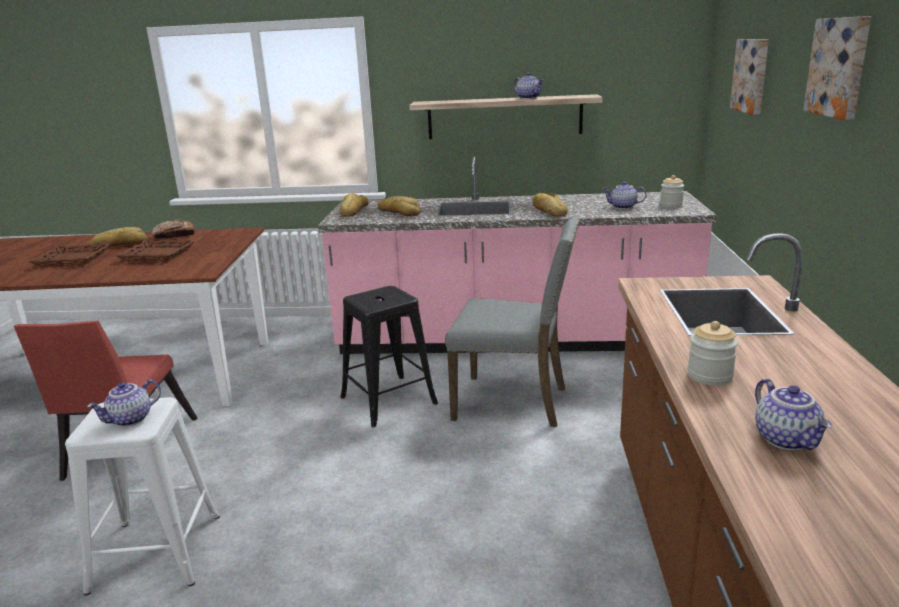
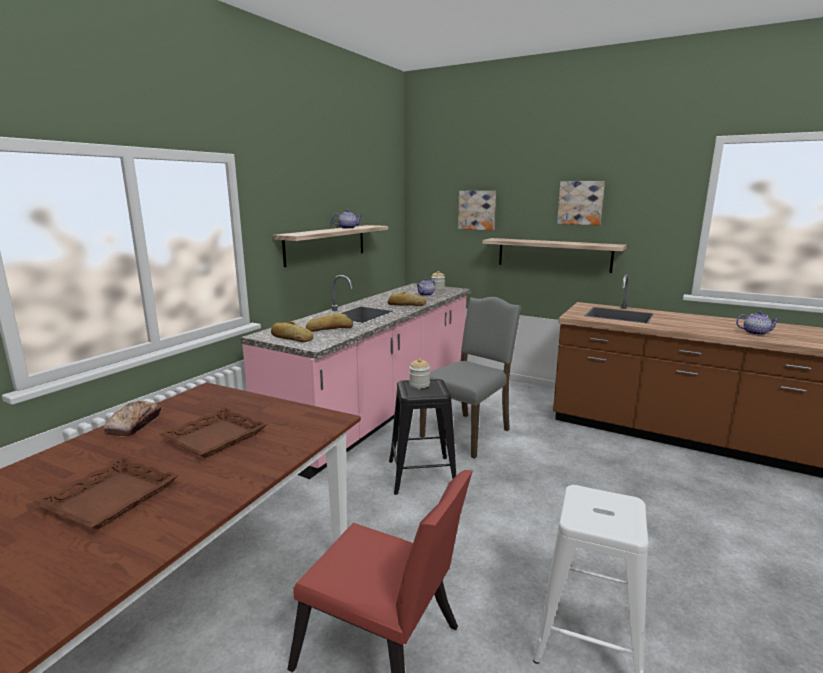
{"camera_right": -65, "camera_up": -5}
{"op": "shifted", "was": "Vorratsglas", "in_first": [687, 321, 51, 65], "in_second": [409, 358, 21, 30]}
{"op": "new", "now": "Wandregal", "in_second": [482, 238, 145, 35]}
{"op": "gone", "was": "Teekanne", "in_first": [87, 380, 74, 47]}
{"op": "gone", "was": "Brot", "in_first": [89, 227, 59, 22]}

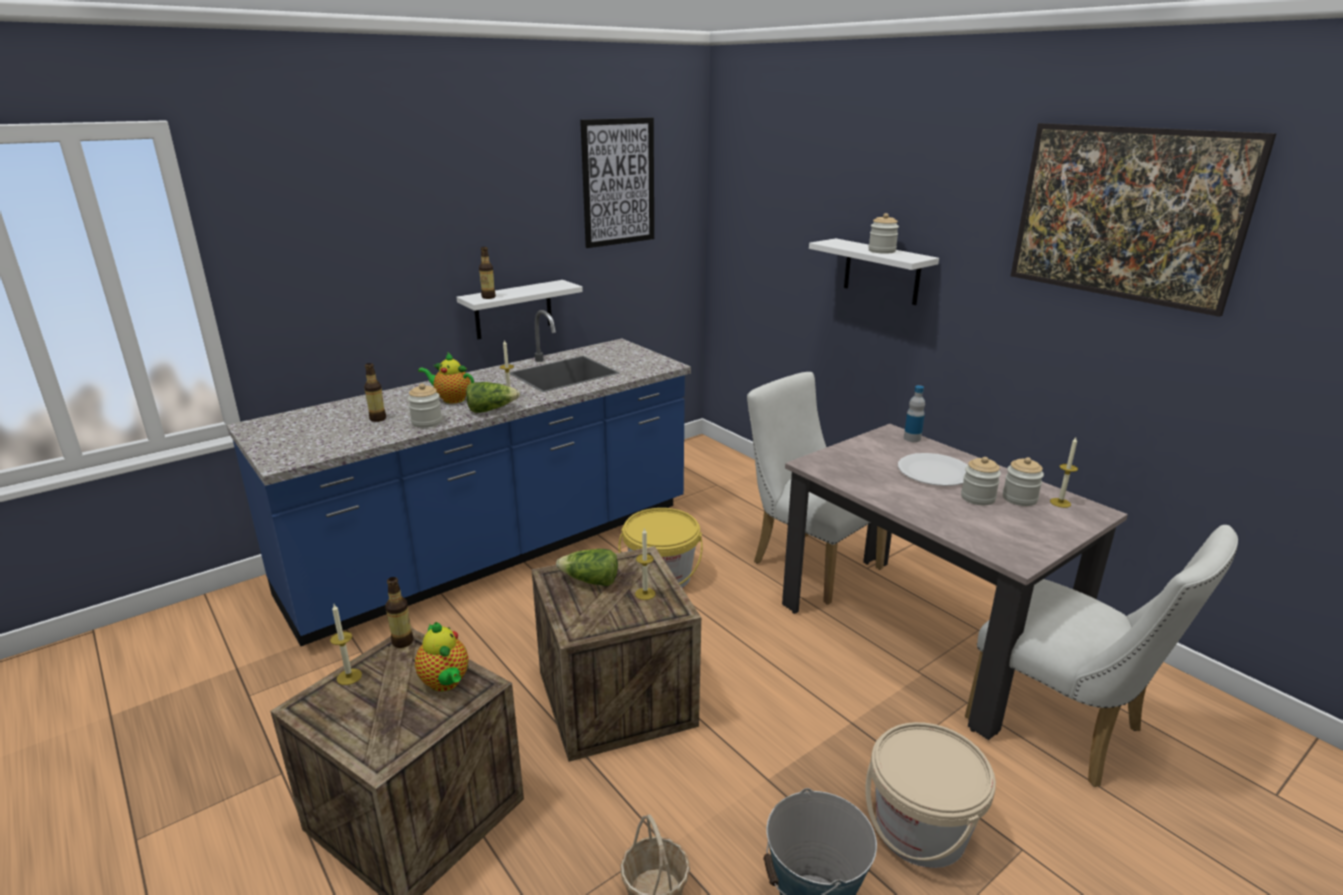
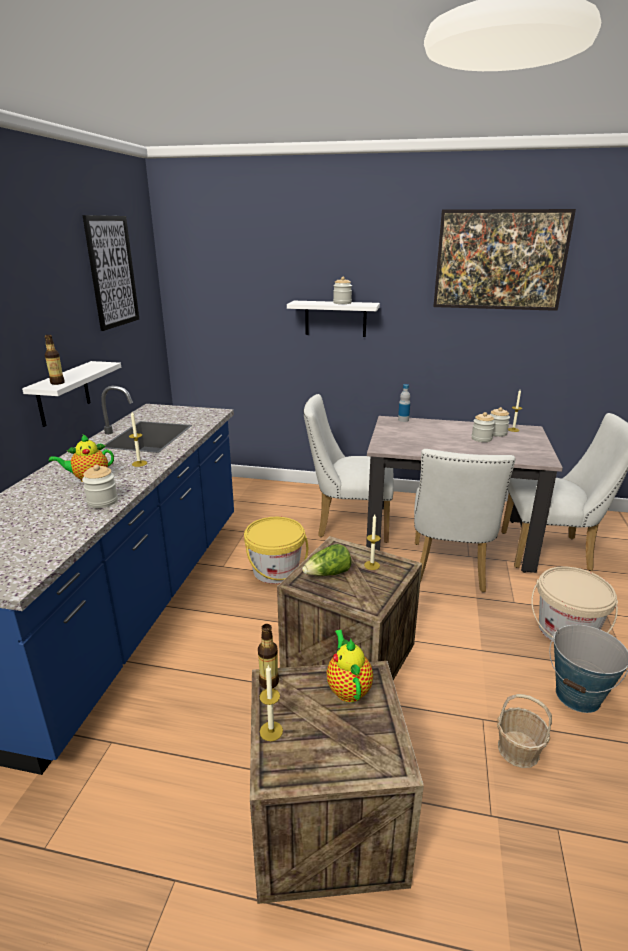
{"camera_right": -40, "camera_up": 0}
{"op": "rotated", "was": "Teekanne", "in_first": [415, 622, 54, 70], "in_second": [326, 630, 47, 72], "clockwise": -120}
{"op": "new", "now": "Stuhl/weiß", "in_second": [414, 449, 102, 143]}
{"op": "gone", "was": "Flasche", "in_first": [364, 363, 22, 59]}
{"op": "gone", "was": "Salatkopf", "in_first": [466, 382, 54, 31]}
{"op": "gone", "was": "Teller/weiß", "in_first": [898, 453, 69, 33]}

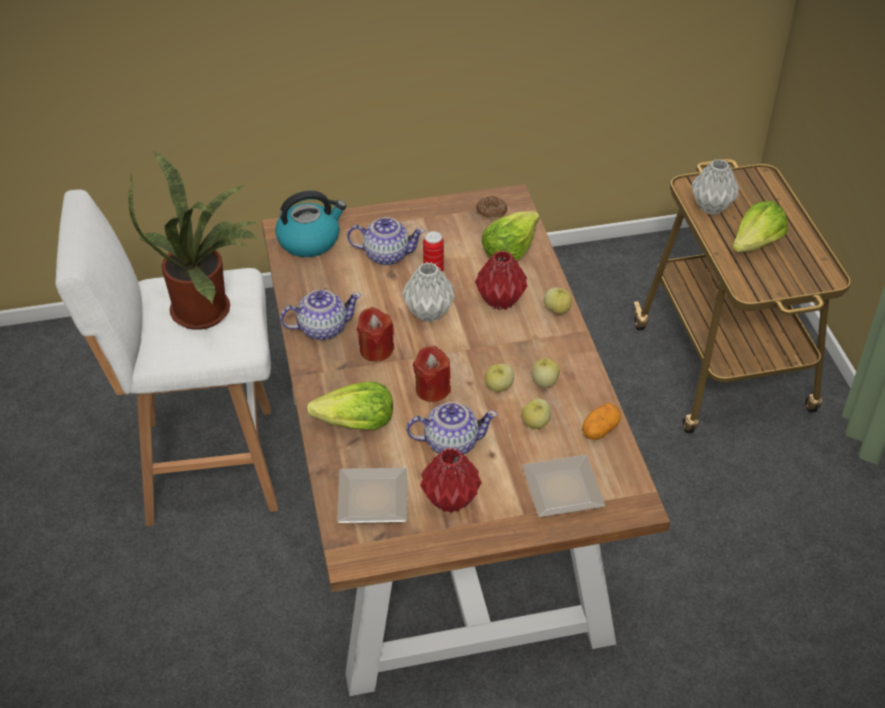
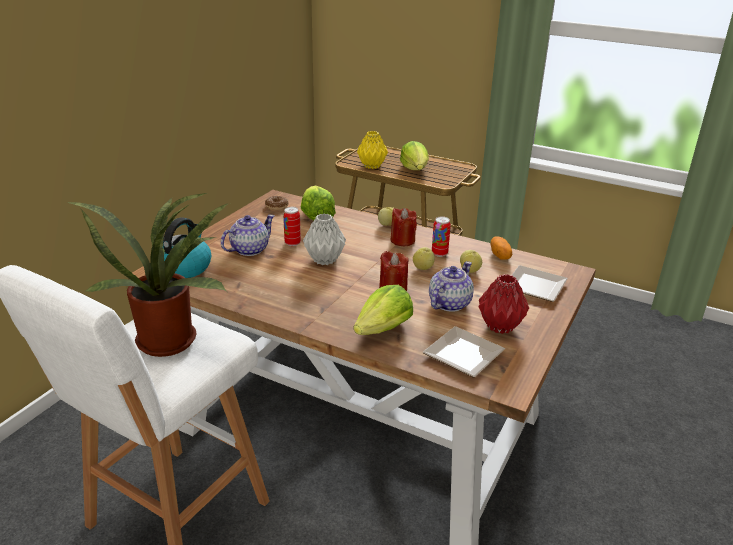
{"camera_right": -50, "camera_up": -15}
{"op": "repainted", "was": "Vase/grau", "now": "Vase/gelb", "in_first": [691, 159, 48, 56], "in_second": [357, 131, 31, 38]}
{"op": "shifted", "was": "Kerze/rot", "in_first": [357, 307, 37, 55], "in_second": [390, 208, 27, 38]}
{"op": "swapped", "was": "Apfel", "now": "Dose", "in_first": [532, 358, 28, 30], "in_second": [432, 216, 19, 41]}
{"op": "gone", "was": "Teekanne", "in_first": [280, 290, 81, 50]}
{"op": "gone", "was": "Vase/rot", "in_first": [475, 251, 52, 59]}

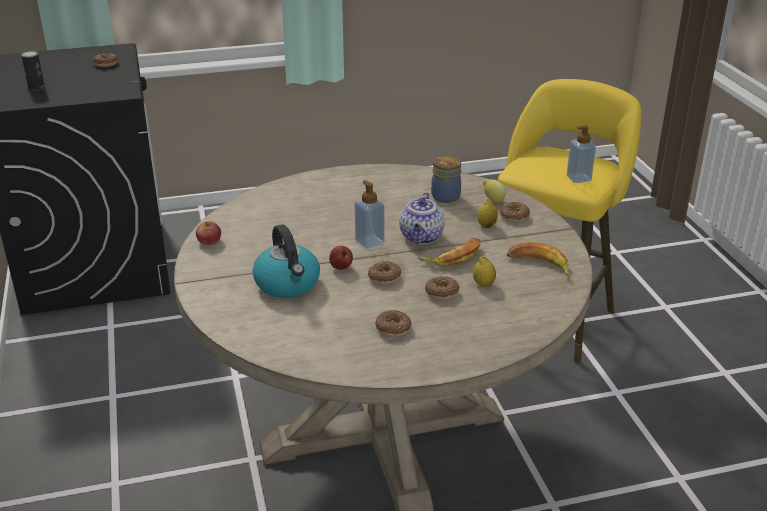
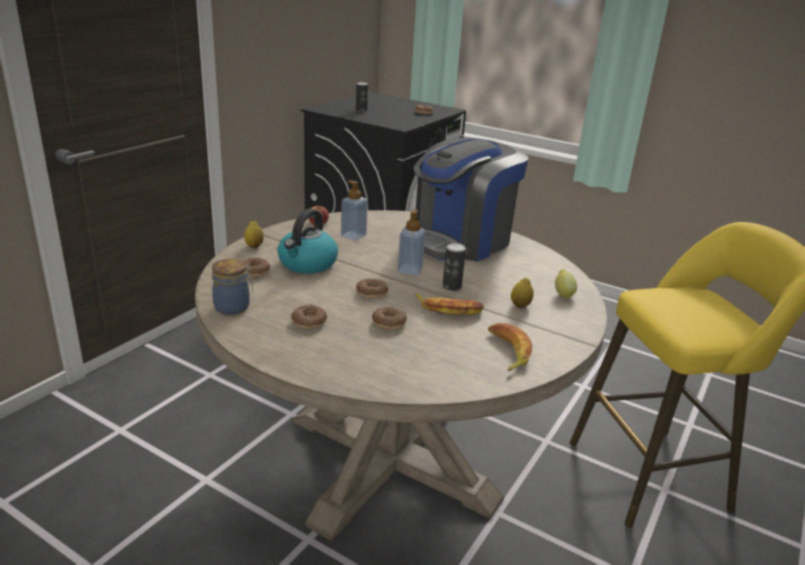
{"camera_right": 45, "camera_up": -5}
{"op": "shifted", "was": "Vorratsglas", "in_first": [431, 156, 30, 47], "in_second": [212, 259, 41, 56]}
{"op": "shifted", "was": "Donut", "in_first": [500, 202, 30, 20], "in_second": [243, 257, 27, 20]}
{"op": "shifted", "was": "Zitrone", "in_first": [473, 256, 23, 30], "in_second": [244, 221, 20, 27]}
{"op": "shifted", "was": "Seifenspender", "in_first": [567, 125, 29, 58], "in_second": [341, 180, 27, 61]}
{"op": "new", "now": "Kaffeemaschine", "in_second": [413, 138, 115, 124]}
{"op": "swapped", "was": "Teekanne", "now": "Dose", "in_first": [399, 192, 46, 52], "in_second": [443, 243, 23, 48]}
{"op": "gone", "was": "Apfel", "in_first": [329, 246, 24, 24]}

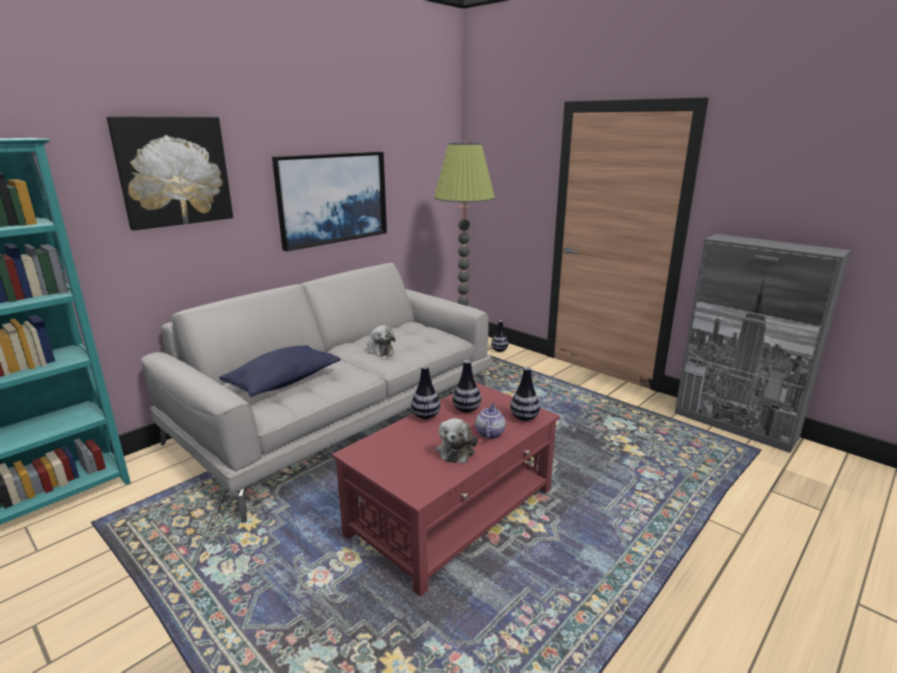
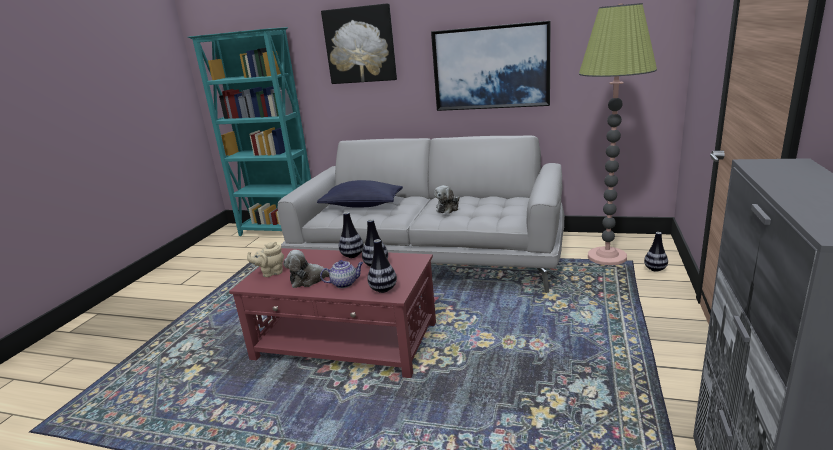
{"camera_right": 65, "camera_up": 0}
{"op": "new", "now": "Teekanne/beige", "in_second": [247, 242, 37, 35]}

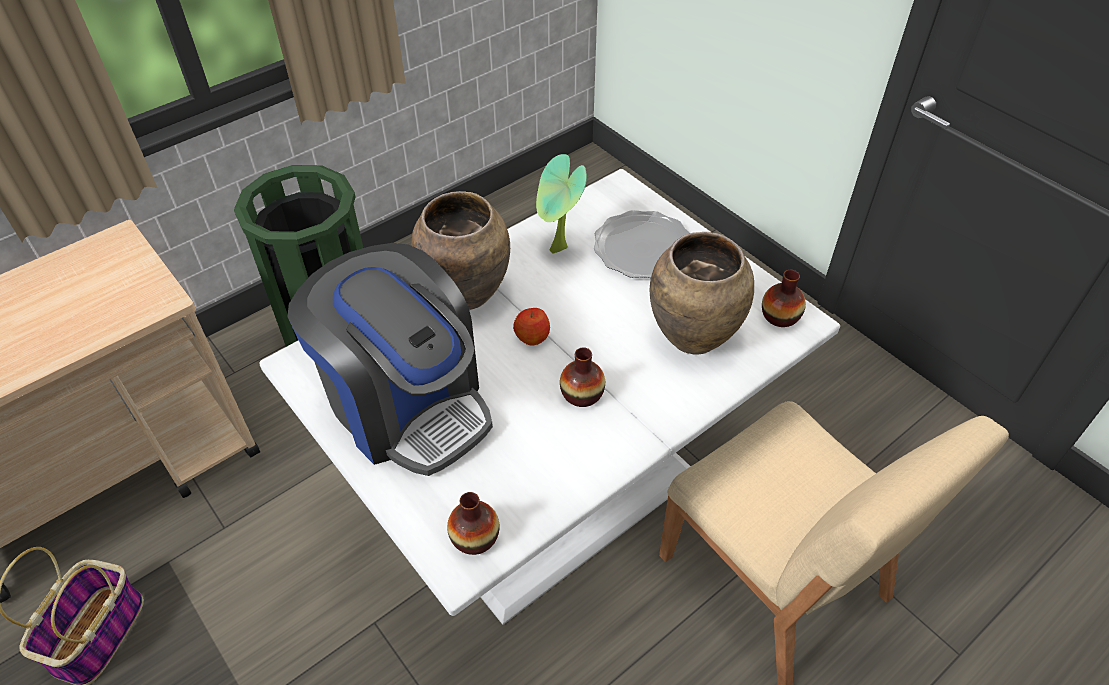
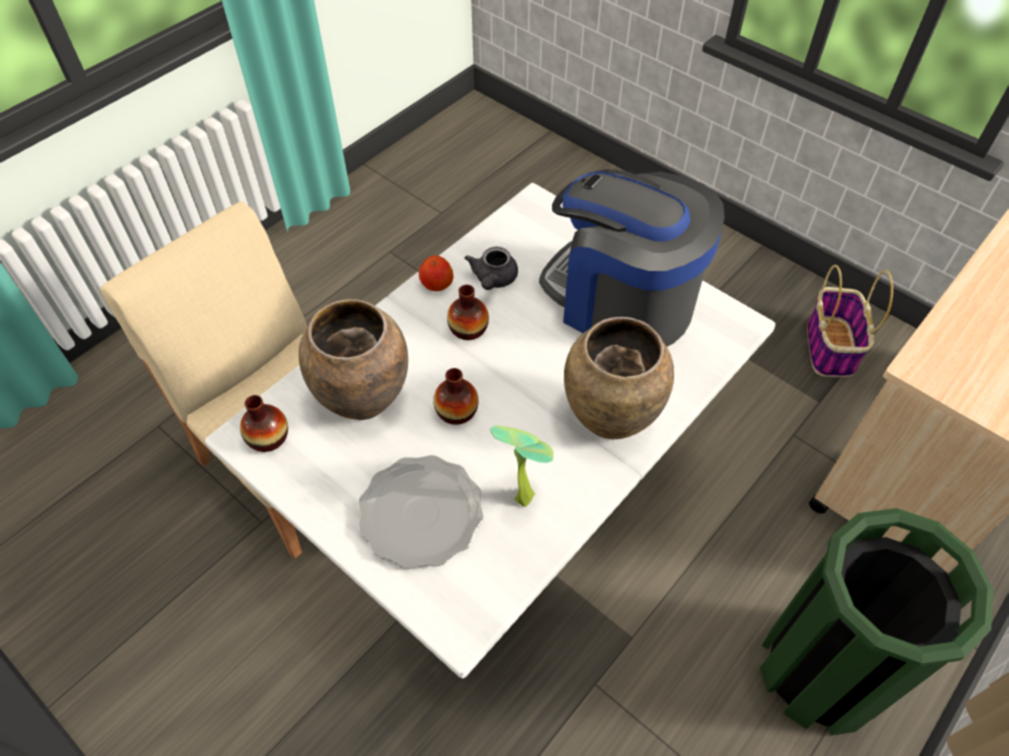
{"camera_right": 170, "camera_up": 5}
{"op": "shifted", "was": "Apfel", "in_first": [513, 308, 37, 37], "in_second": [419, 255, 34, 36]}
{"op": "shifted", "was": "Vase", "in_first": [447, 492, 52, 63], "in_second": [433, 368, 46, 57]}
{"op": "new", "now": "Teekanne/grau", "in_second": [464, 247, 54, 43]}

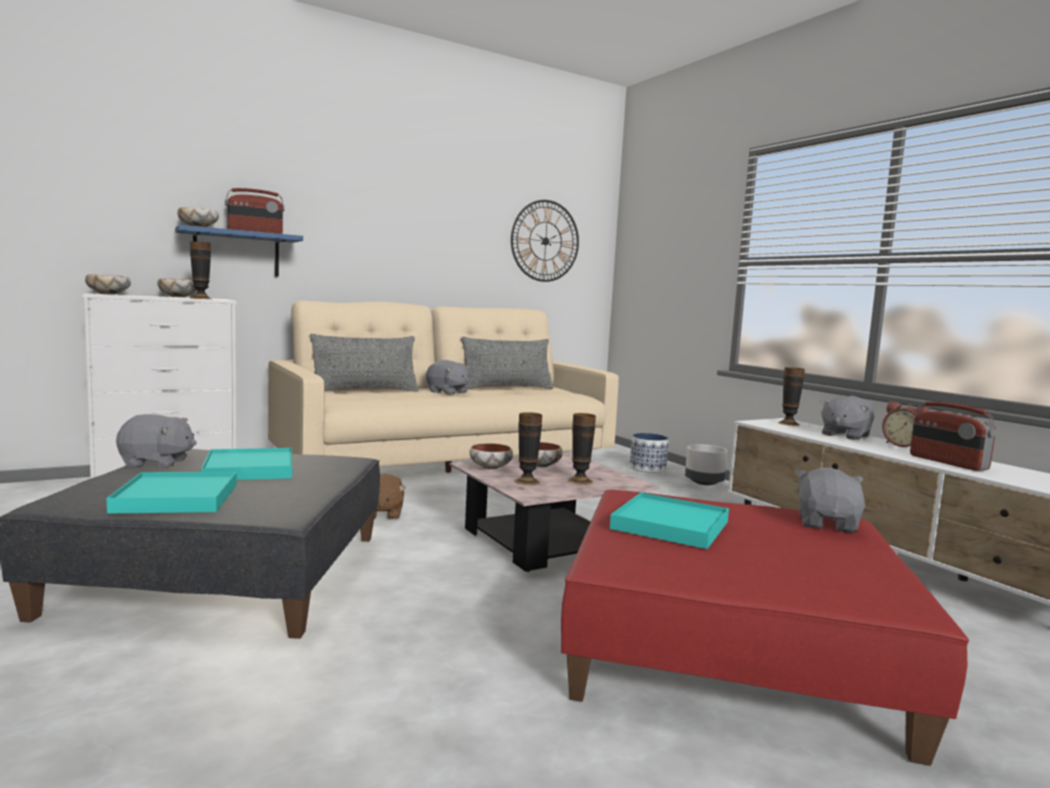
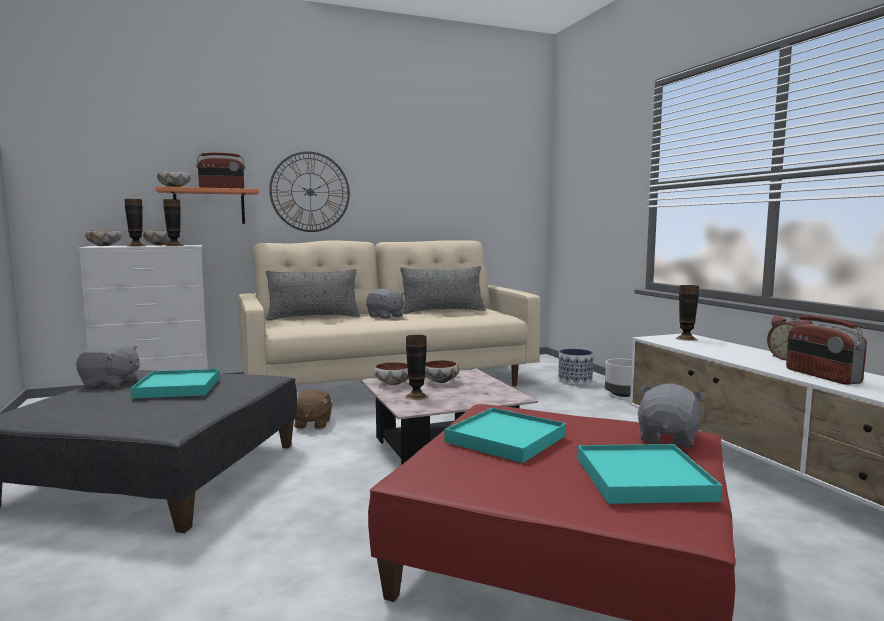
{"camera_right": 10, "camera_up": 0}
{"op": "shifted", "was": "Vase", "in_first": [568, 413, 28, 72], "in_second": [124, 199, 21, 47]}
{"op": "repainted", "was": "Wandregal/blau", "now": "Wandregal/orange", "in_first": [175, 225, 128, 52], "in_second": [156, 186, 103, 38]}
{"op": "shifted", "was": "Wanduhr", "in_first": [511, 200, 68, 82], "in_second": [269, 151, 81, 81]}
{"op": "shifted", "was": "Tablett/türkis", "in_first": [107, 472, 130, 41], "in_second": [578, 444, 144, 60]}
{"op": "gone", "was": "Plüschtier/grau", "in_first": [820, 396, 54, 44]}

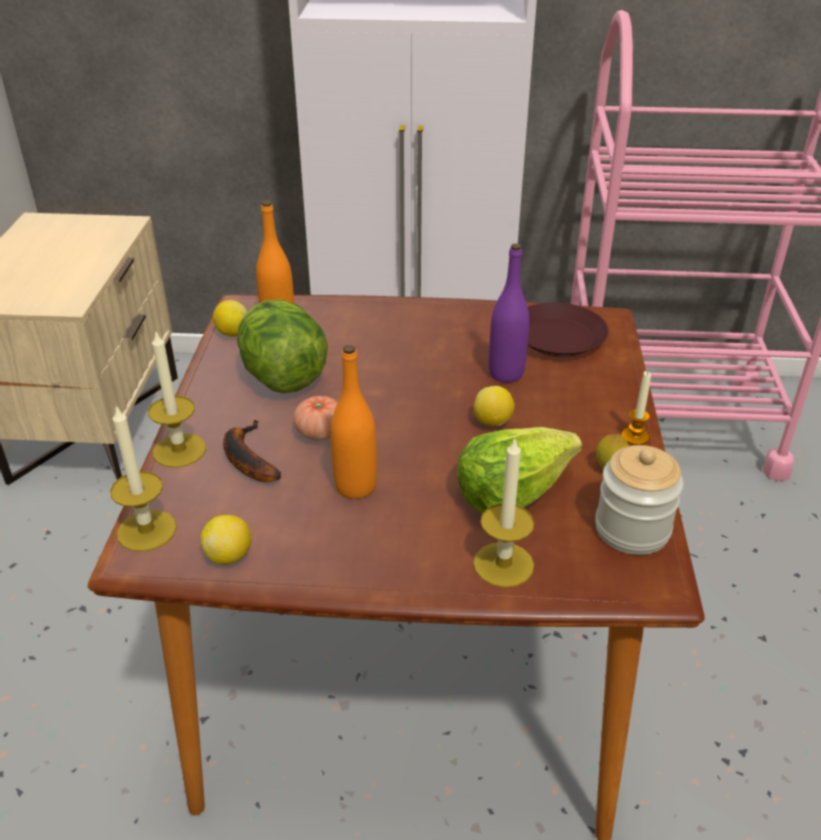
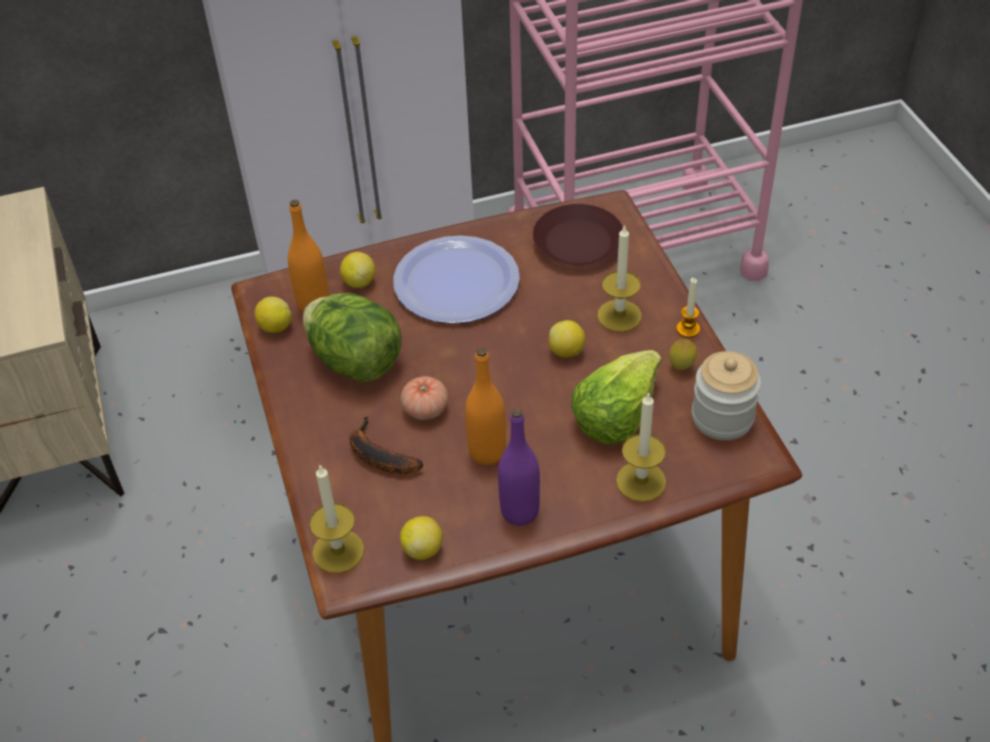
{"camera_right": -20, "camera_up": 10}
{"op": "new", "now": "Zitrone", "in_second": [340, 252, 35, 36]}
{"op": "new", "now": "Teller", "in_second": [393, 235, 127, 89]}
{"op": "shifted", "was": "Flasche/lila", "in_first": [489, 243, 41, 140], "in_second": [498, 408, 42, 118]}
{"op": "shifted", "was": "Kerze", "in_first": [148, 330, 58, 138], "in_second": [597, 224, 45, 108]}

